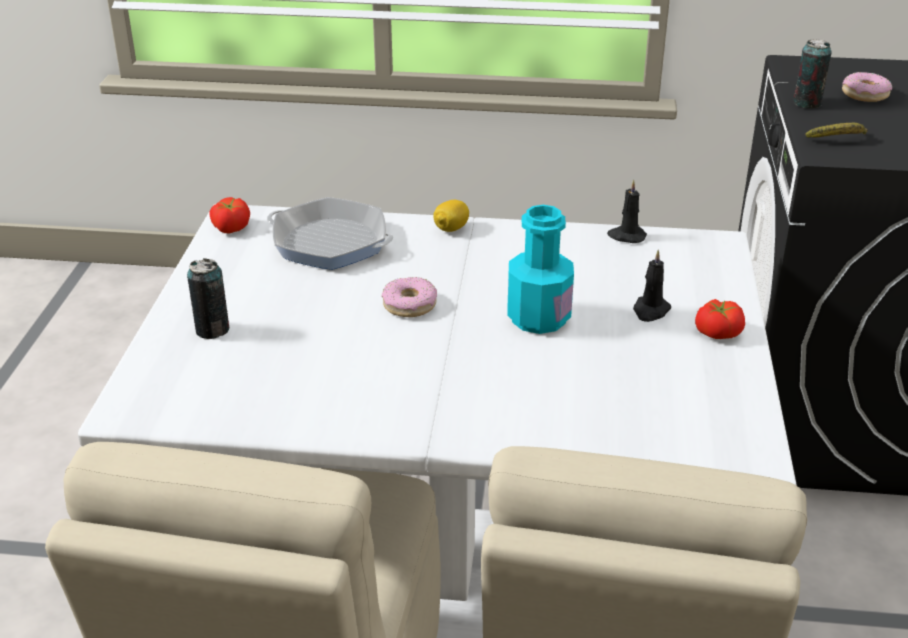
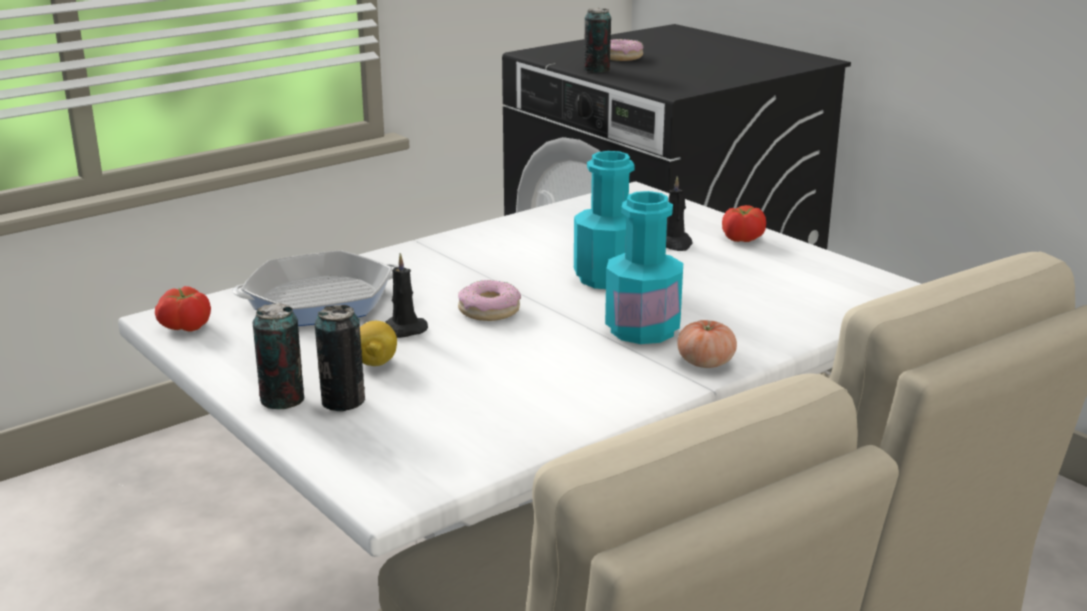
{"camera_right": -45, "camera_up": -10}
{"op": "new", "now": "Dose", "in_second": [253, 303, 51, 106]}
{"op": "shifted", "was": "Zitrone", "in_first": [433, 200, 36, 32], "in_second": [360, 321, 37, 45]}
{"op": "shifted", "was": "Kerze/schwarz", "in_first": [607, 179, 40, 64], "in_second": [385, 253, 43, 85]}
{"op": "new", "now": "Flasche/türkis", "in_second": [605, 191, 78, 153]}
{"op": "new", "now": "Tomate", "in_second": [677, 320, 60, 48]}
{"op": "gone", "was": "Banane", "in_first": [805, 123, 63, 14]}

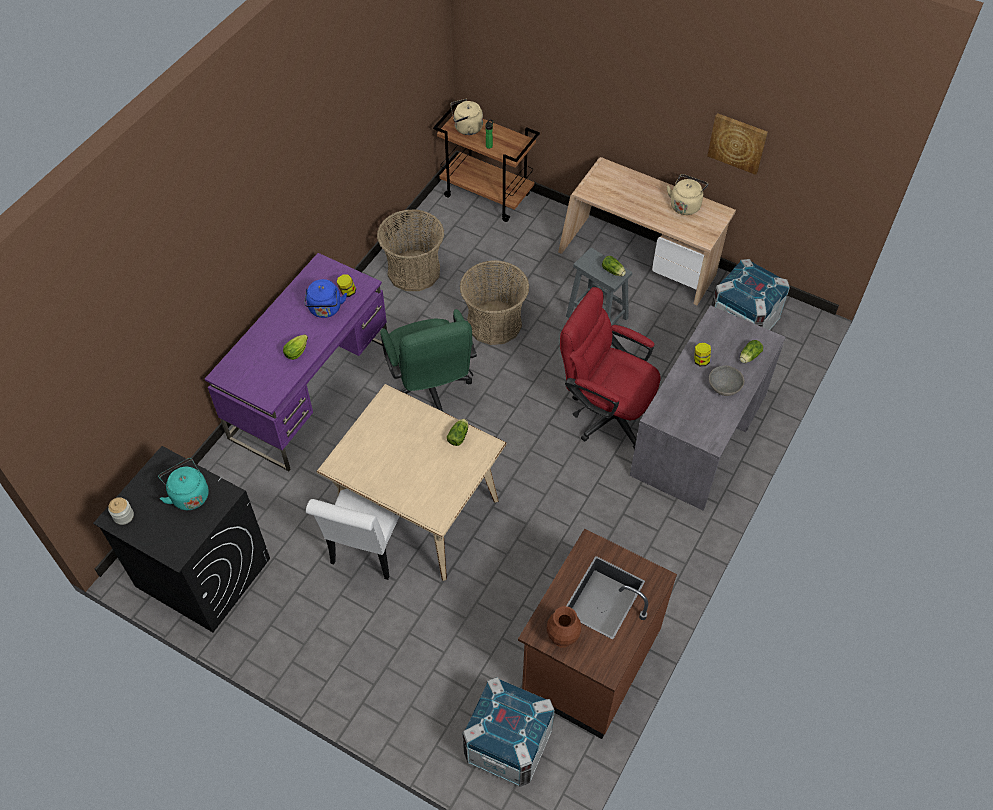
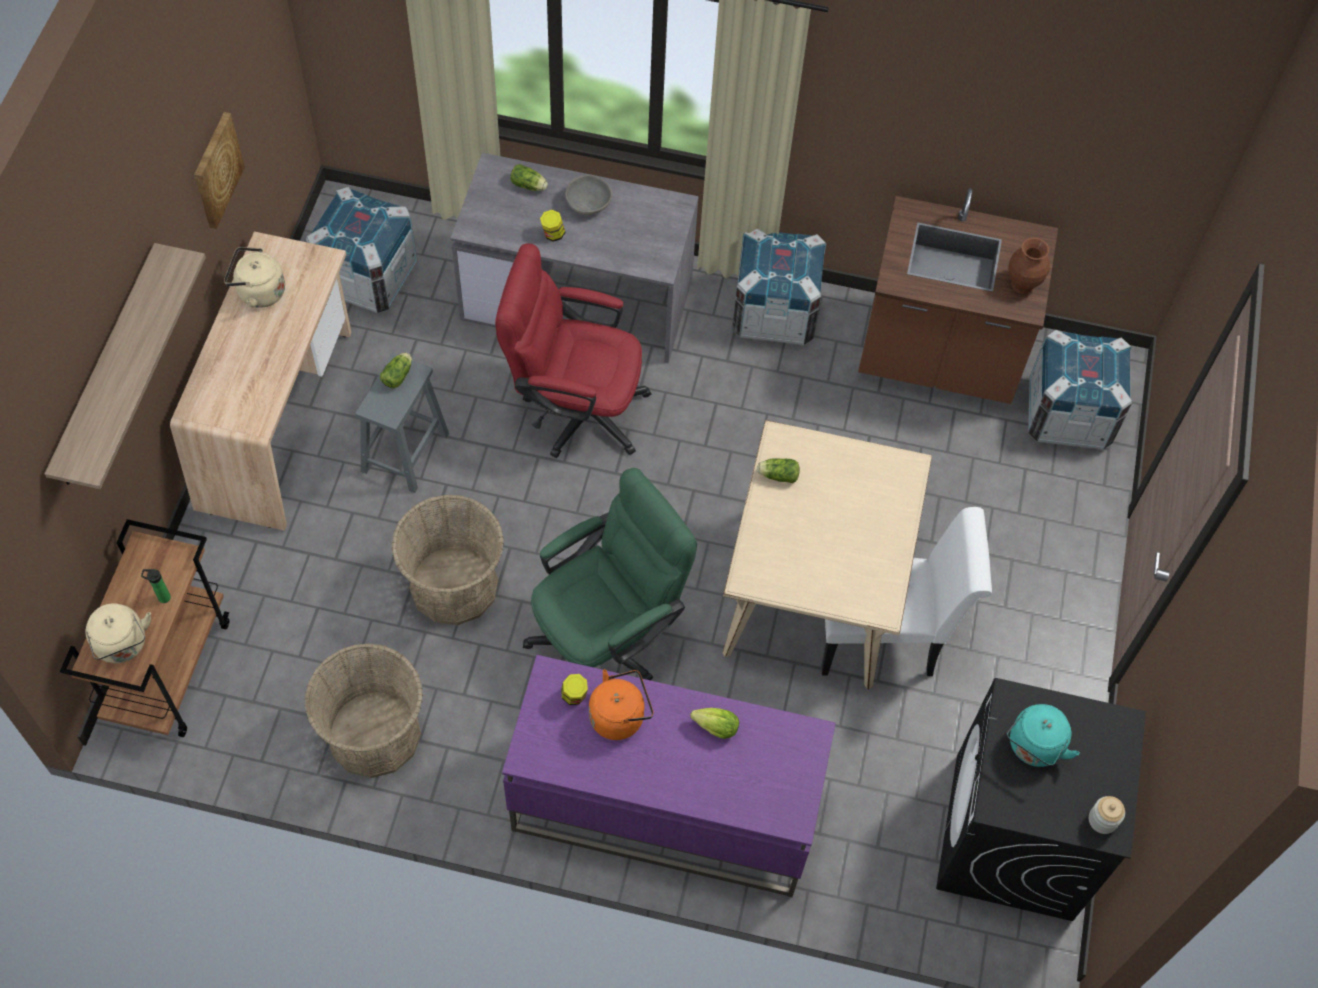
{"camera_right": -110, "camera_up": 5}
{"op": "new", "now": "Wandregal", "in_second": [45, 243, 161, 246]}
{"op": "rotated", "was": "Bürostuhl/rot", "in_first": [560, 287, 101, 163], "in_second": [495, 243, 156, 215], "clockwise": 90}
{"op": "repainted", "was": "Wasserkessel/blau", "now": "Wasserkessel/orange", "in_first": [304, 279, 43, 39], "in_second": [589, 669, 64, 71]}
{"op": "new", "now": "Kiste", "in_second": [732, 229, 94, 116]}

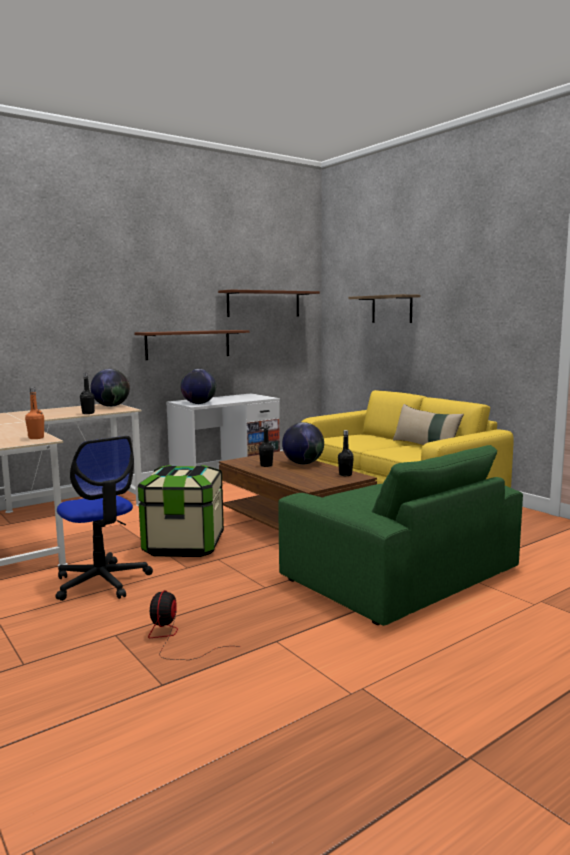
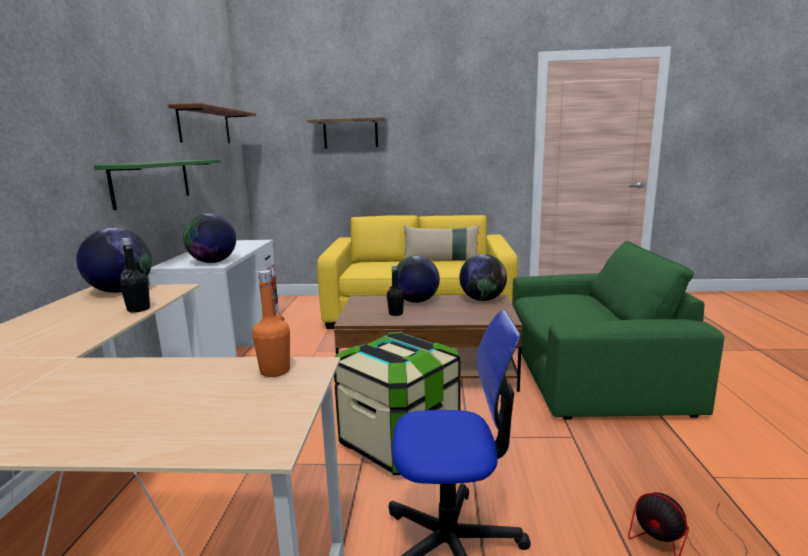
{"camera_right": -50, "camera_up": 5}
{"op": "repainted", "was": "Wandregal/braun", "now": "Wandregal/grün", "in_first": [134, 330, 116, 30], "in_second": [94, 159, 127, 51]}
{"op": "swapped", "was": "Flasche/schwarz", "now": "Globus", "in_first": [338, 430, 16, 46], "in_second": [459, 254, 48, 47]}

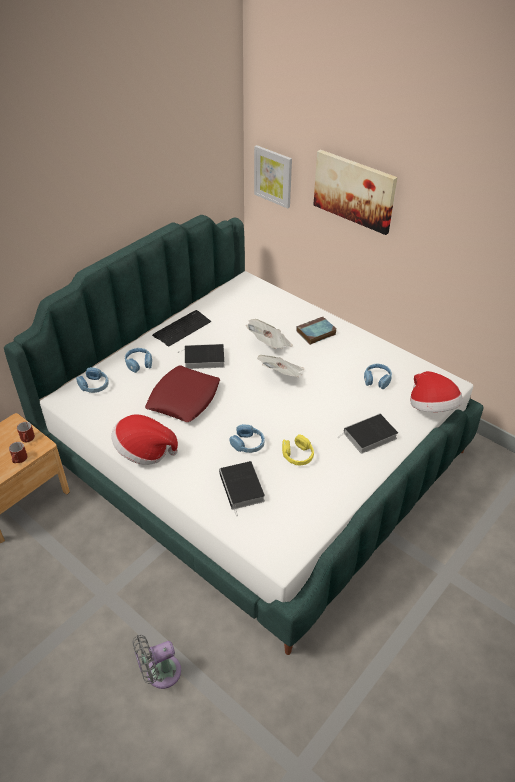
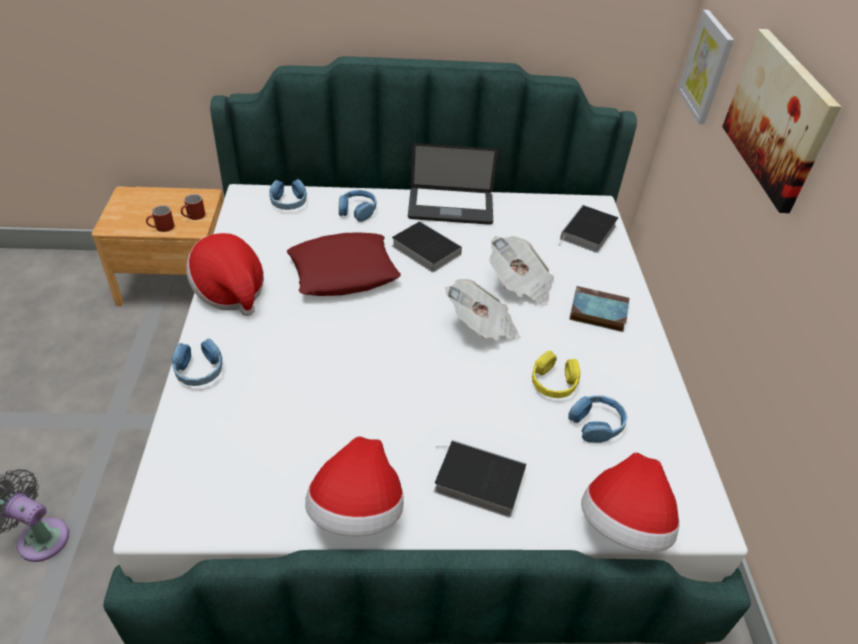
{"camera_right": 45, "camera_up": 0}
{"op": "shifted", "was": "Kopfhörer/blau", "in_first": [229, 424, 36, 29], "in_second": [172, 338, 50, 48]}
{"op": "new", "now": "Hut", "in_second": [305, 437, 99, 99]}
{"op": "swapped", "was": "Tastatur", "now": "Laptop", "in_first": [152, 310, 59, 37], "in_second": [408, 143, 90, 82]}
{"op": "shifted", "was": "Kopfhörer/gelb", "in_first": [282, 434, 32, 31], "in_second": [532, 350, 48, 48]}
{"op": "shifted", "was": "Buch", "in_first": [219, 461, 46, 55], "in_second": [558, 205, 60, 48]}

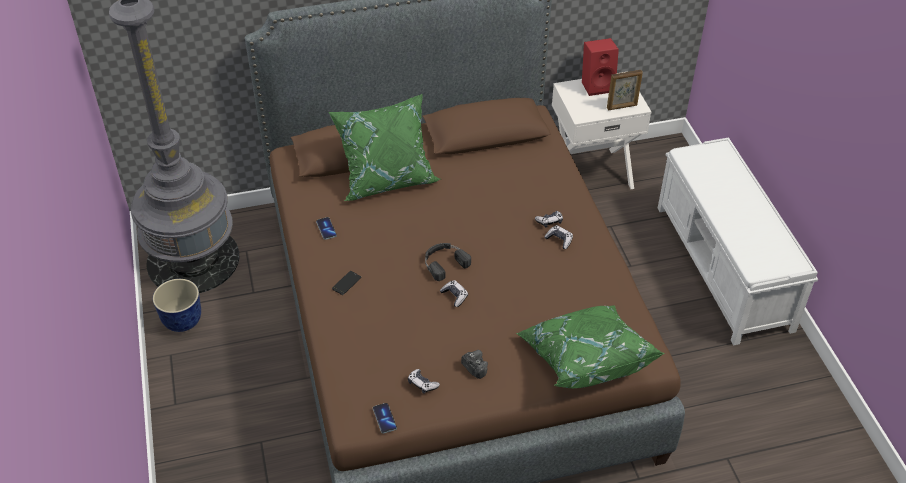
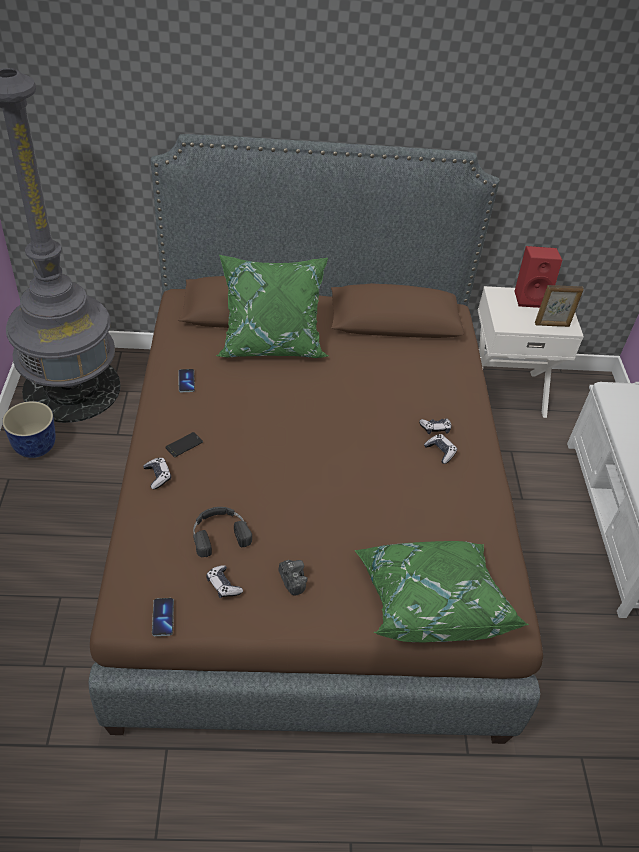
{"camera_right": 10, "camera_up": 0}
{"op": "shifted", "was": "Gamepad", "in_first": [440, 280, 28, 27], "in_second": [143, 458, 28, 31]}
{"op": "shifted", "was": "Kopfhörer/schwarz", "in_first": [425, 243, 46, 38], "in_second": [193, 507, 59, 50]}

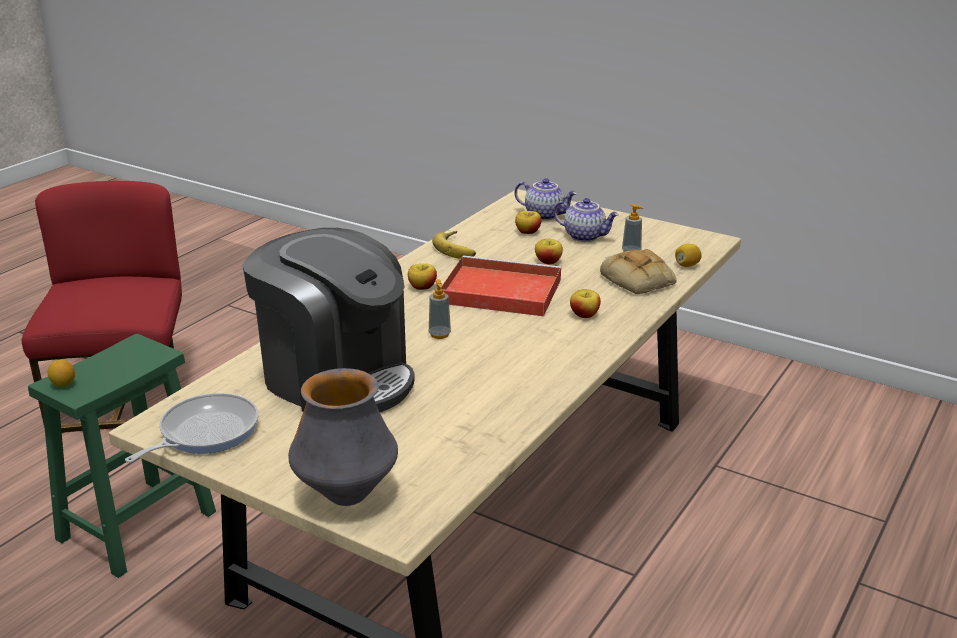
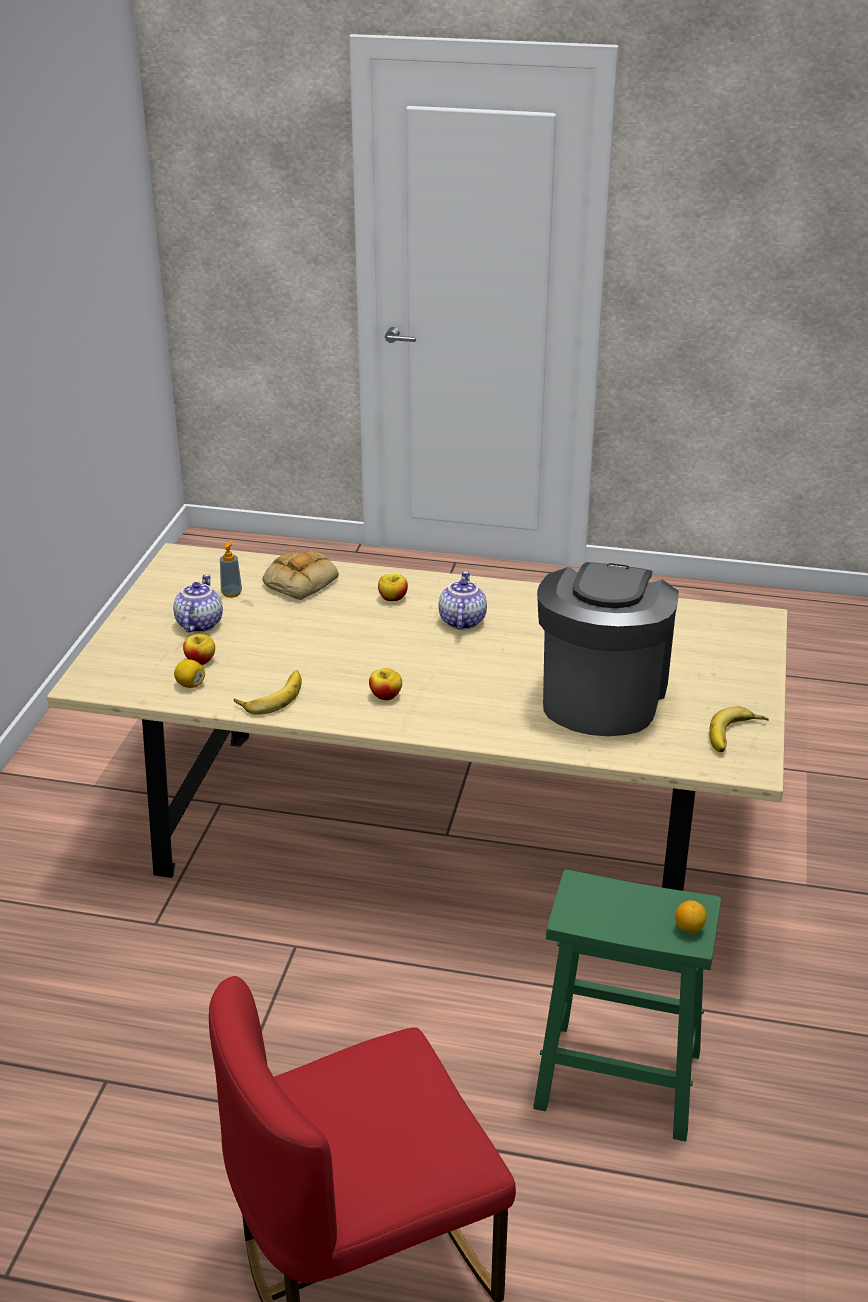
{"camera_right": -110, "camera_up": 5}
{"op": "shifted", "was": "Zitrone", "in_first": [675, 244, 27, 23], "in_second": [174, 659, 31, 29]}
{"op": "shifted", "was": "Teekanne", "in_first": [514, 178, 63, 42], "in_second": [439, 571, 48, 59]}
{"op": "swapped", "was": "Pfanne", "now": "Banane", "in_first": [125, 393, 134, 70], "in_second": [709, 706, 60, 46]}
{"op": "gone", "was": "Vase", "in_first": [288, 368, 110, 138]}
{"op": "gone", "was": "Seifenspender", "in_first": [429, 279, 22, 60]}
{"op": "gone", "was": "Tablett/rot", "in_first": [440, 255, 121, 61]}
{"op": "gone", "was": "Apfel", "in_first": [535, 239, 28, 25]}

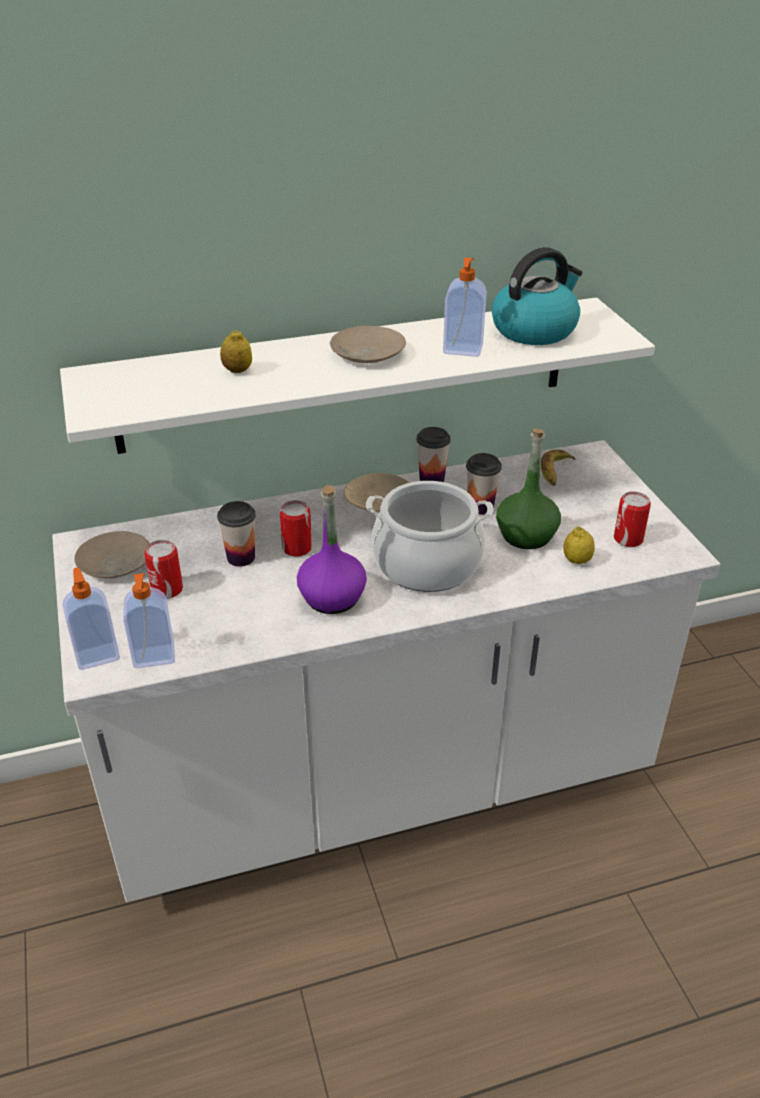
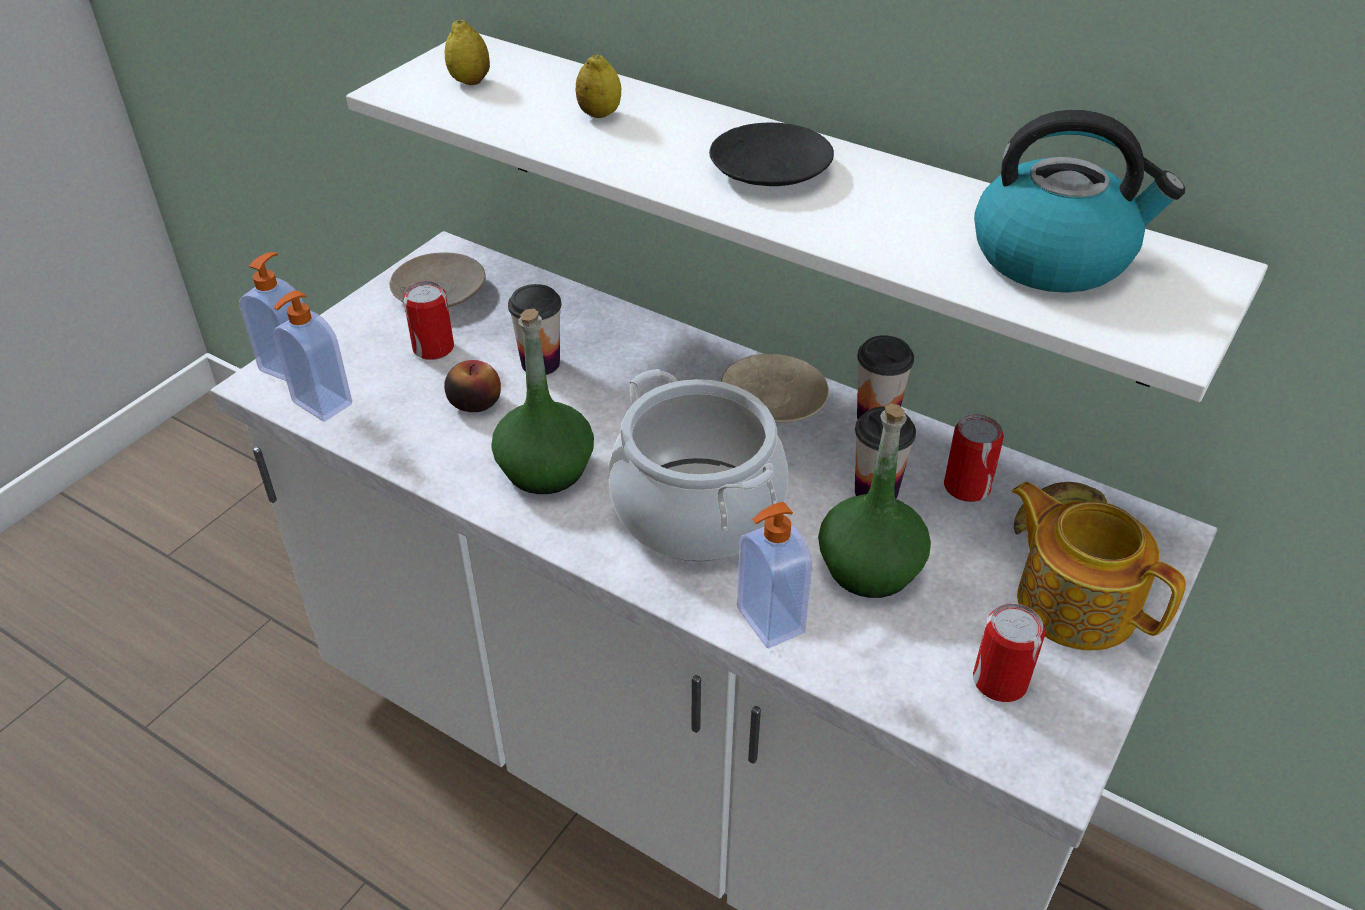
{"camera_right": 50, "camera_up": 5}
{"op": "new", "now": "Apfel", "in_second": [444, 360, 57, 52]}
{"op": "shifted", "was": "Zitrone", "in_first": [563, 527, 32, 37], "in_second": [445, 20, 45, 65]}
{"op": "repainted", "was": "Flasche/lila", "now": "Flasche/grün", "in_first": [297, 485, 70, 129], "in_second": [491, 308, 103, 186]}
{"op": "repainted", "was": "Teller/beige", "now": "Teller/schwarz", "in_first": [330, 326, 76, 37], "in_second": [709, 123, 125, 63]}
{"op": "shifted", "was": "Seifenspender", "in_first": [443, 258, 44, 99], "in_second": [737, 502, 75, 146]}
{"op": "shifted", "was": "Dose", "in_first": [280, 500, 32, 57], "in_second": [944, 415, 60, 87]}
{"op": "new", "now": "Teekanne", "in_second": [1012, 482, 174, 168]}

